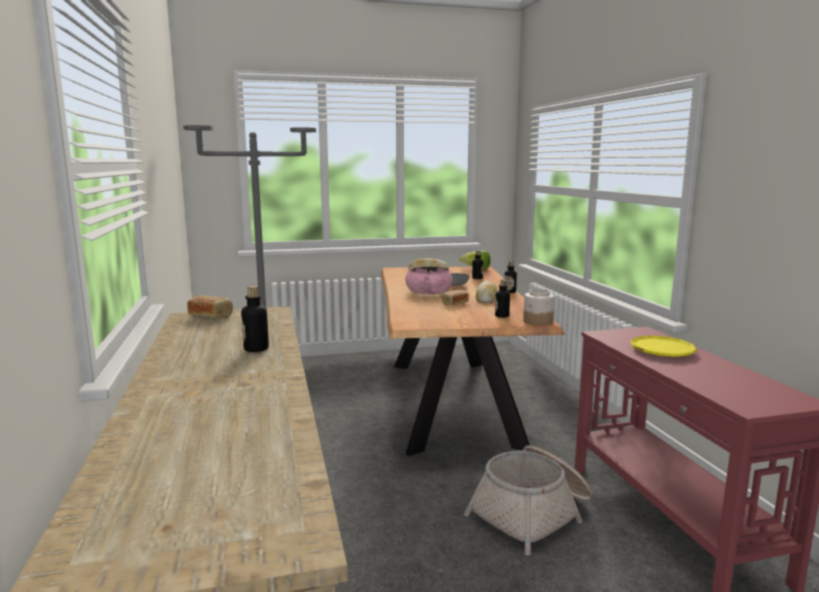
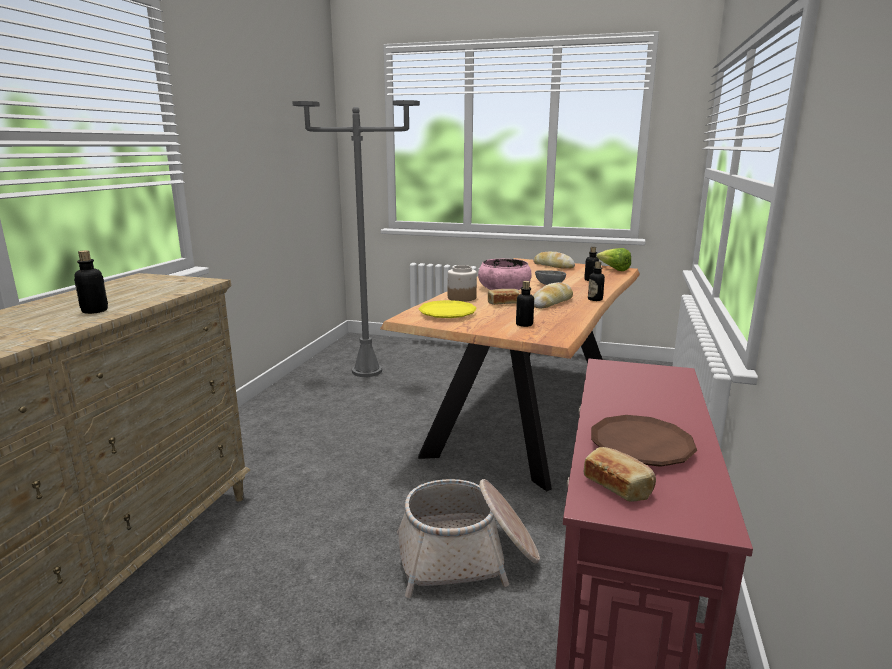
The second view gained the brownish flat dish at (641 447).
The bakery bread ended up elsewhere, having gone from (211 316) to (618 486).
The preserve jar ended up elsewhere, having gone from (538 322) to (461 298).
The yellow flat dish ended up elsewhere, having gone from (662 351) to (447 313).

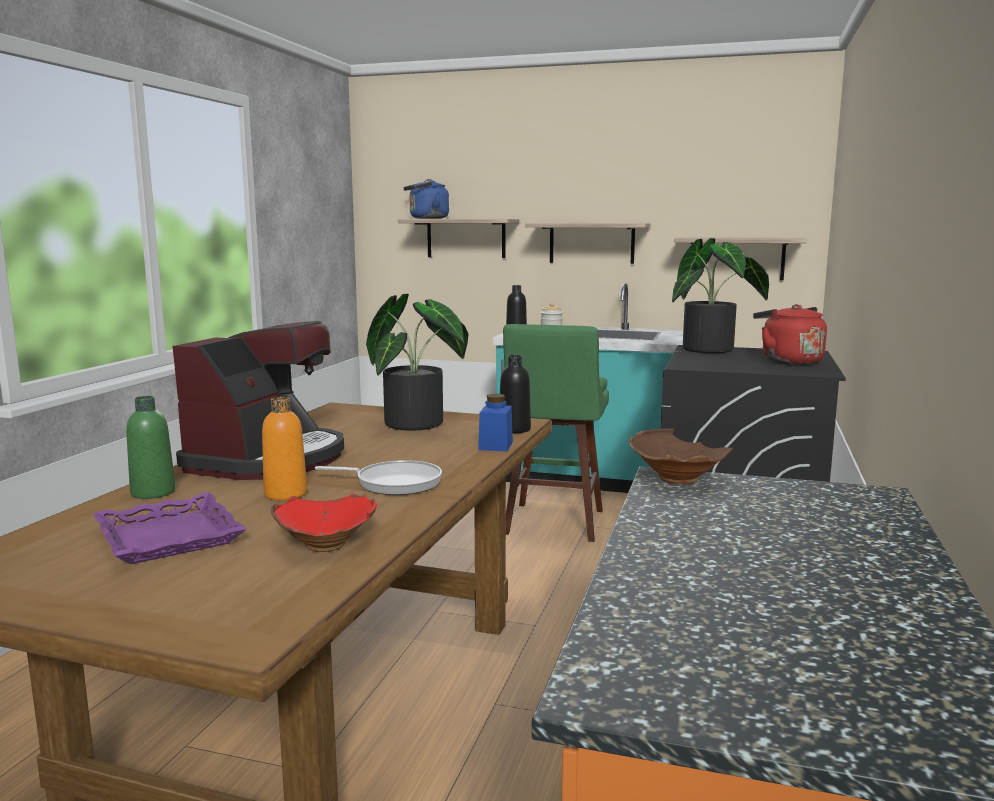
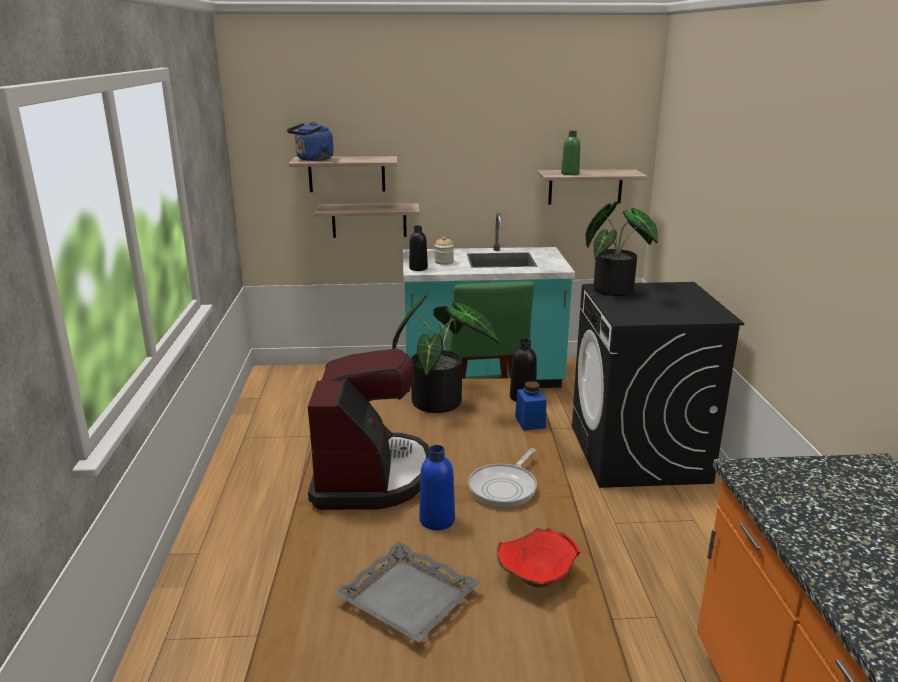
The second view lost the brownish serving bowl at (675 479).
The second view lost the reddish tea kettle at (788 361).
The green drink bottle ended up elsewhere, having gone from (153 492) to (570 174).
The bracket shelf ended up elsewhere, having gone from (591 243) to (369 220).
What was the purplish serving tray at (168 537) turned into the greyish serving tray at (407 599).
What was the orangey drink bottle at (285 494) turned into the bluish drink bottle at (437 520).
The skillet at (393 483) ended up facing another way, 135 degrees clockwise from before.

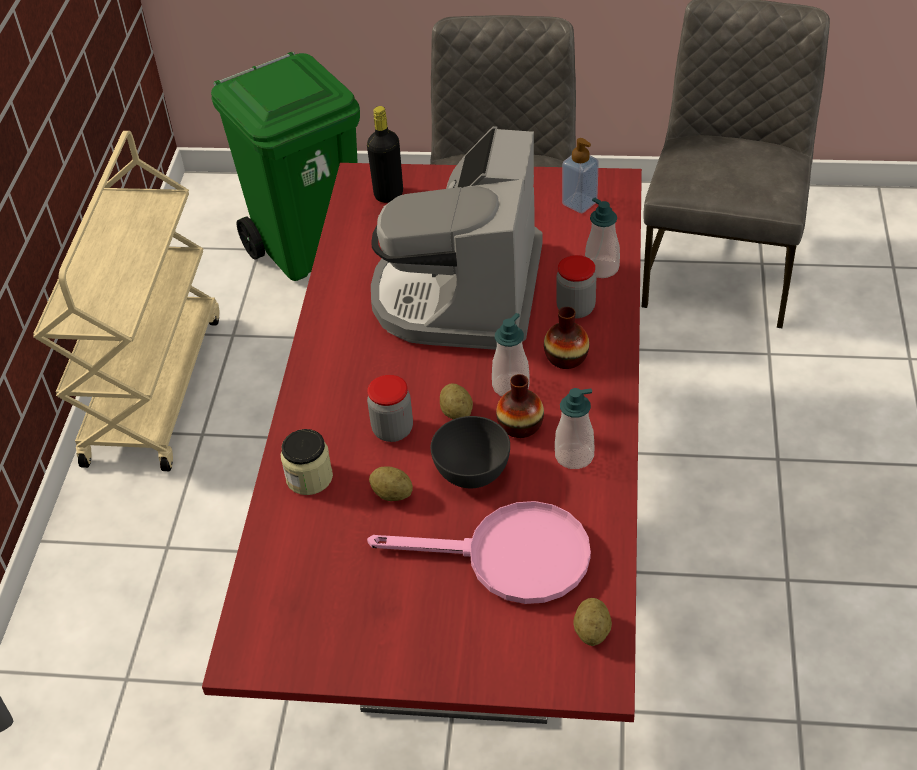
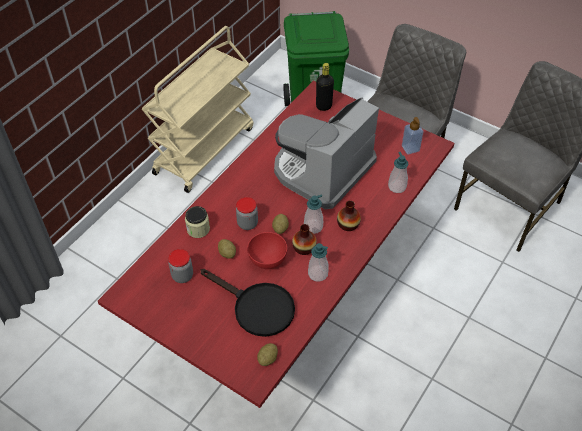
The preserve jar ended up elsewhere, having gone from (575 308) to (182 276).
What was the pink-coloured skillet at (510 557) turned into the black skillet at (256 307).
What was the greyish serving bowl at (472 473) turned into the reddish serving bowl at (268 260).

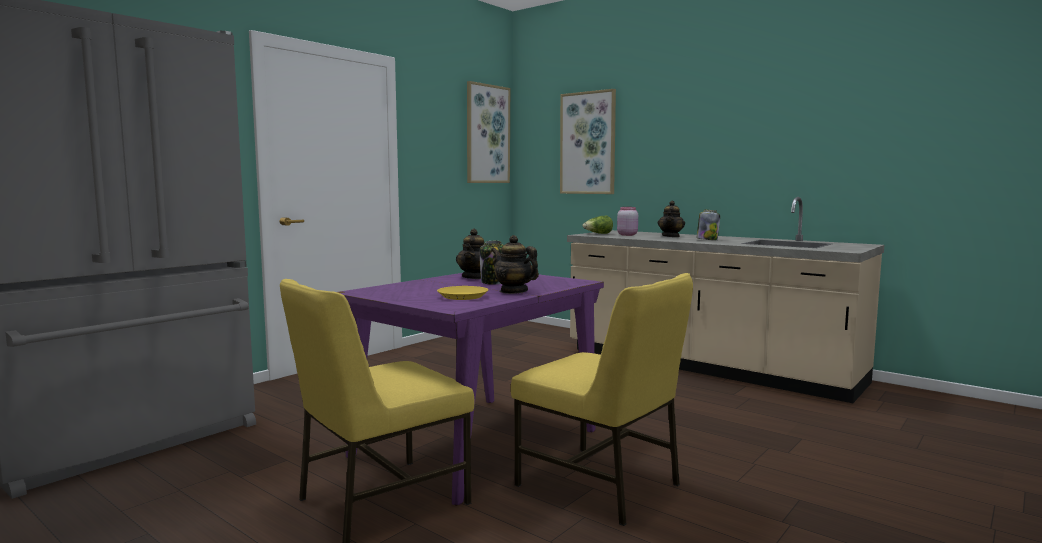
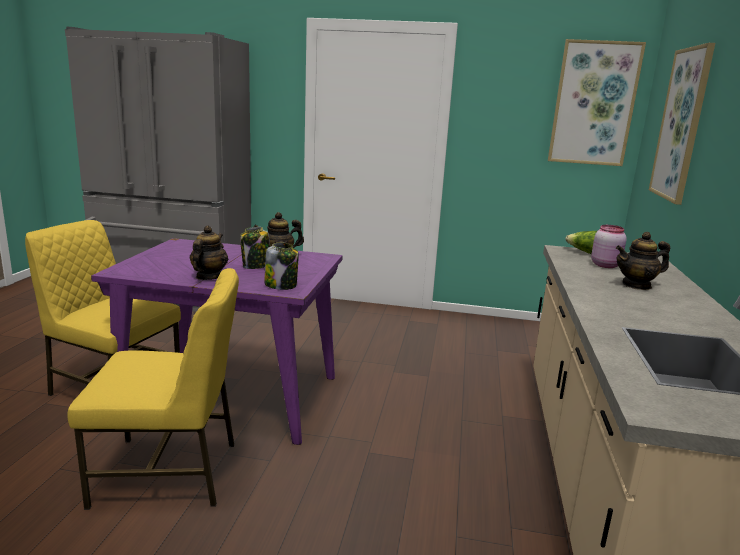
The second view lost the yellow flat dish at (463 296).
The preserve jar ended up elsewhere, having gone from (707 240) to (281 285).
The yellow chair at (601 485) ended up facing another way, 105 degrees counterclockwise from before.

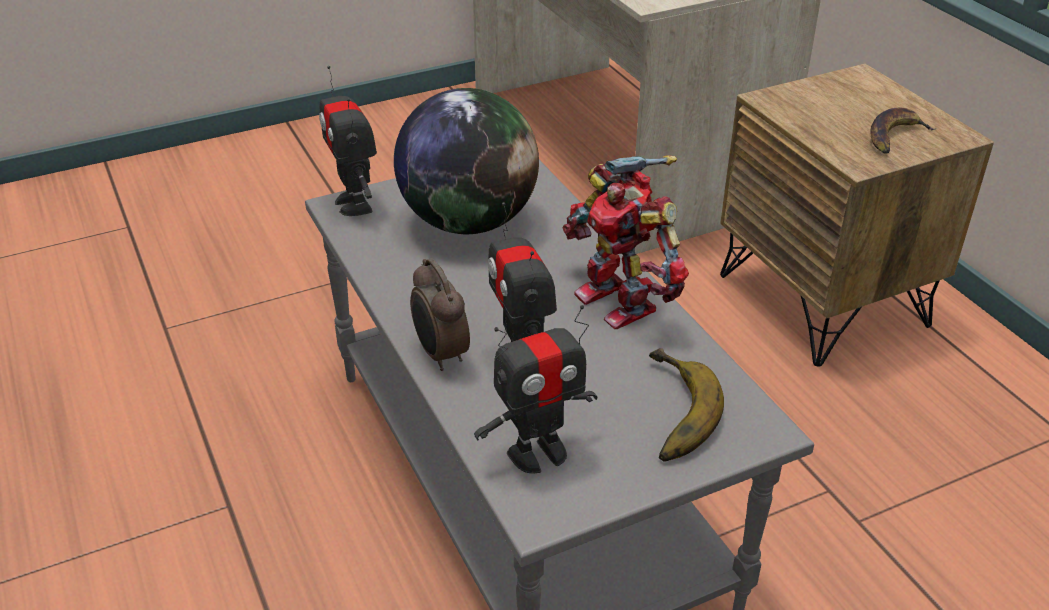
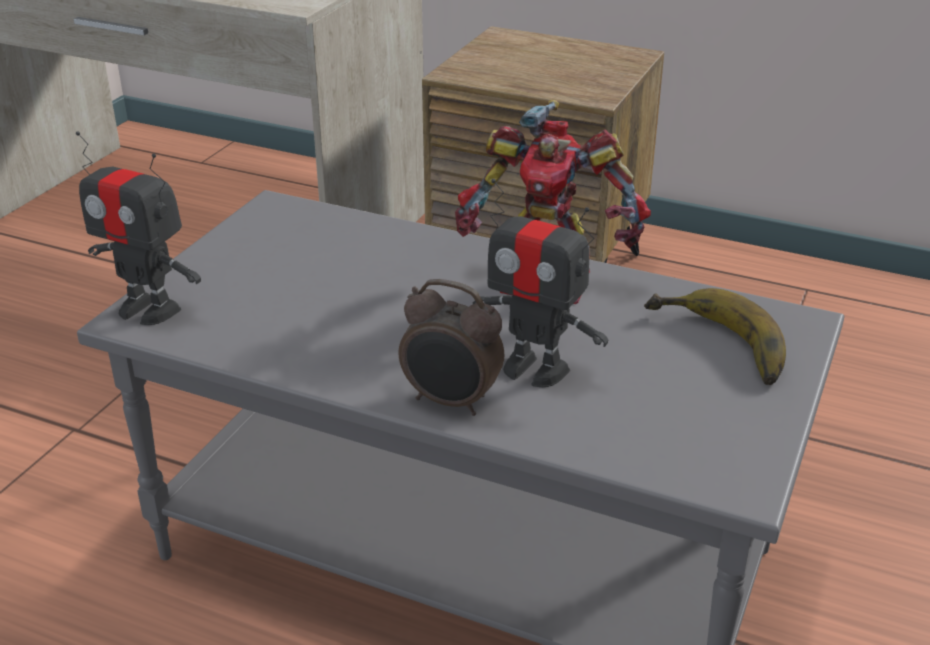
The second view lost the globe at (468 221).
The second view lost the model robot at (538 453).
The second view lost the banana fruit at (894 136).

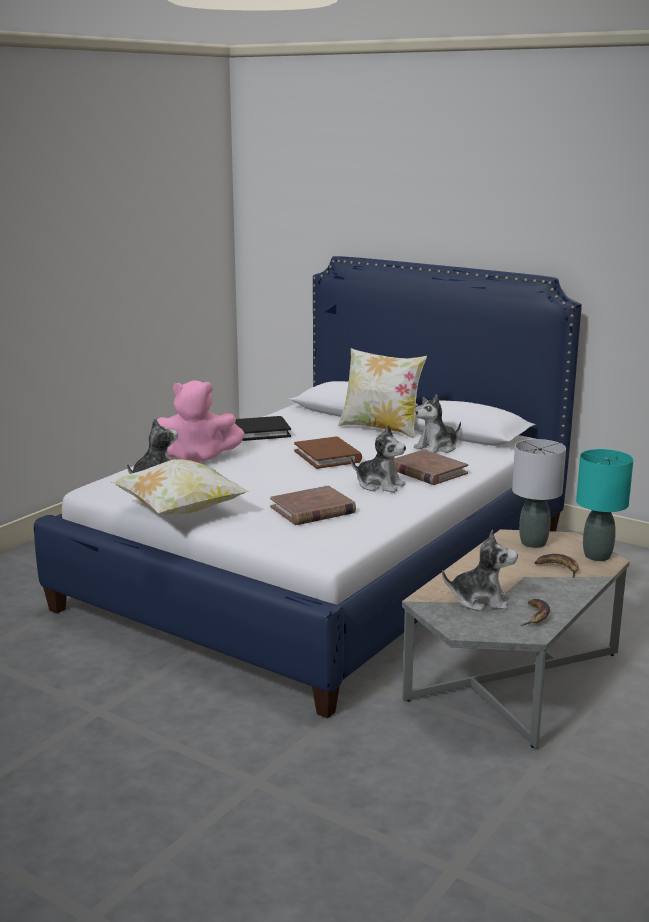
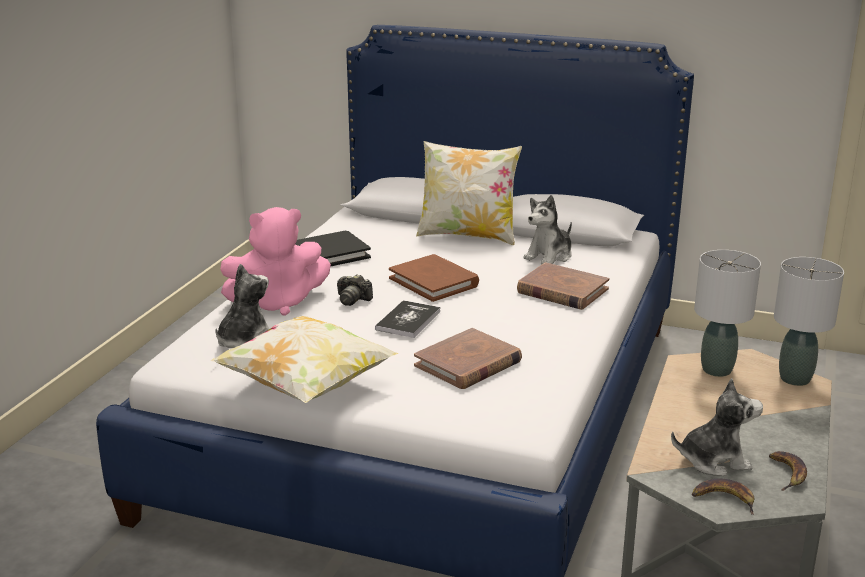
The second view lost the cuddly toy at (379 485).
The second view gained the photo camera at (352 300).
The second view gained the volume at (408 320).
The banana fruit ended up elsewhere, having gone from (558 568) to (724 499).
What was the turquoise-coloured table lamp at (597 556) turned into the greyish table lamp at (795 379).

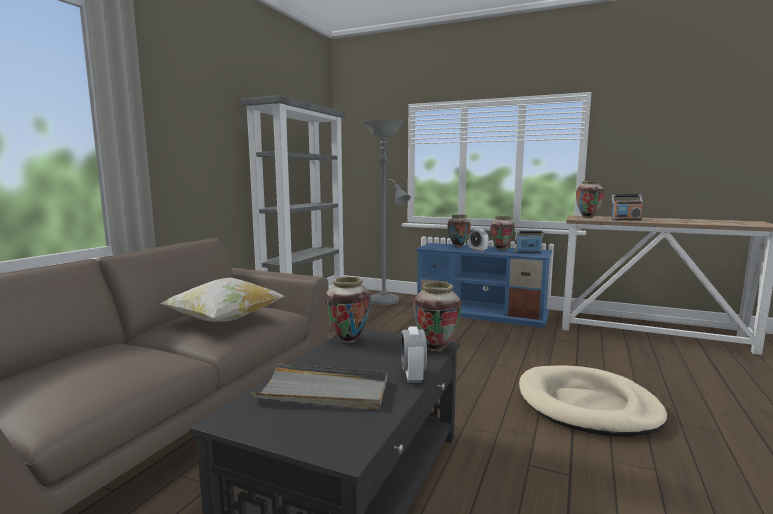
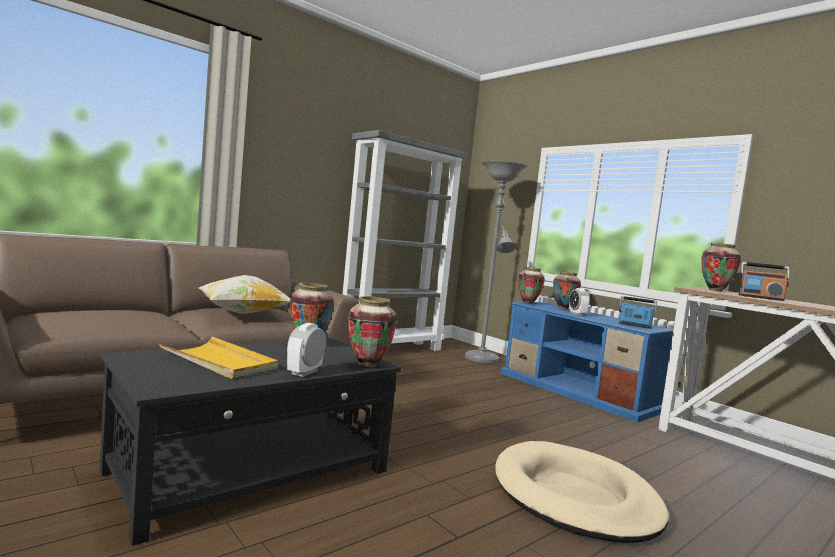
The vase ended up elsewhere, having gone from (501 249) to (528 303).
What was the greyish serving tray at (323 391) turned into the yellow serving tray at (219 361).

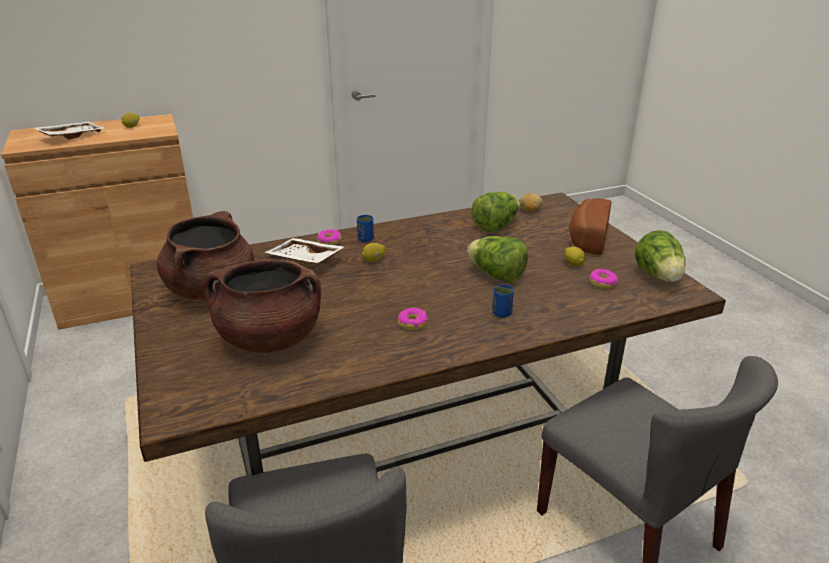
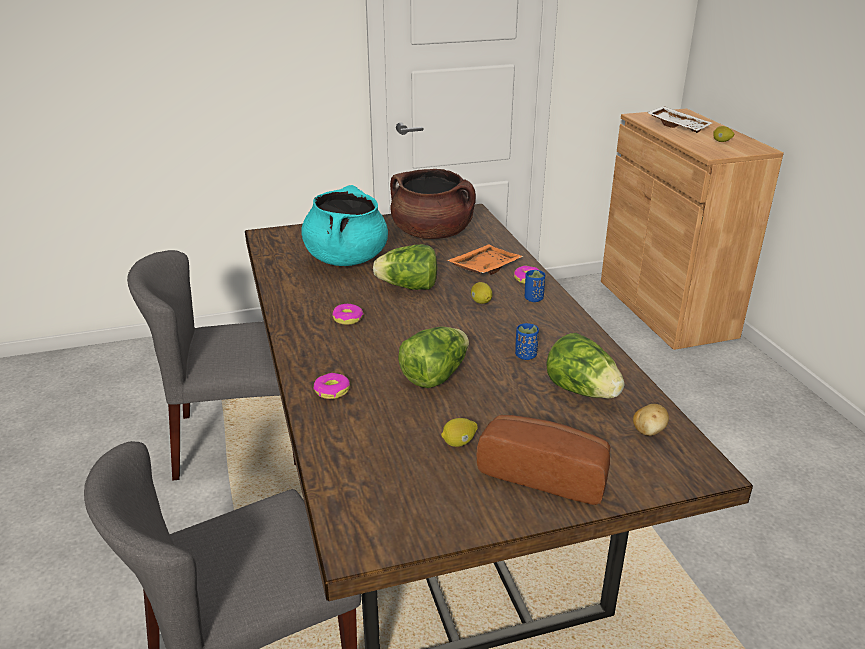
The bluish drinking cup ended up elsewhere, having gone from (501 313) to (525 355).
The doughnut ended up elsewhere, having gone from (603 283) to (332 391).
The head of lettuce ended up elsewhere, having gone from (658 276) to (408 287).
What was the brownish cooking pot at (269 339) turned into the turquoise-coloured cooking pot at (346 258).
What was the whitish serving tray at (304 260) turned into the orangey serving tray at (484 268).

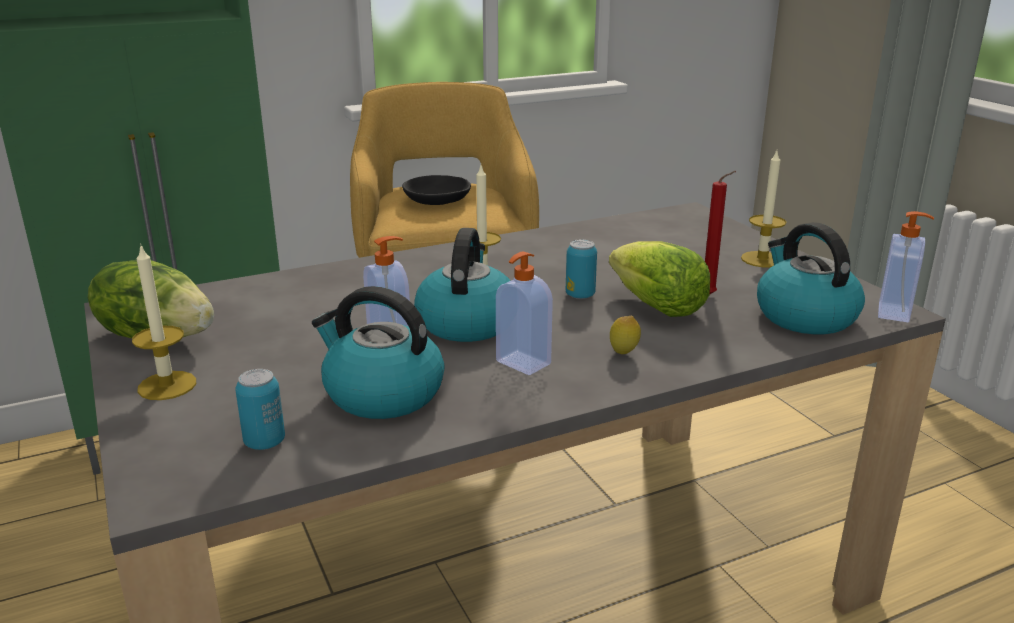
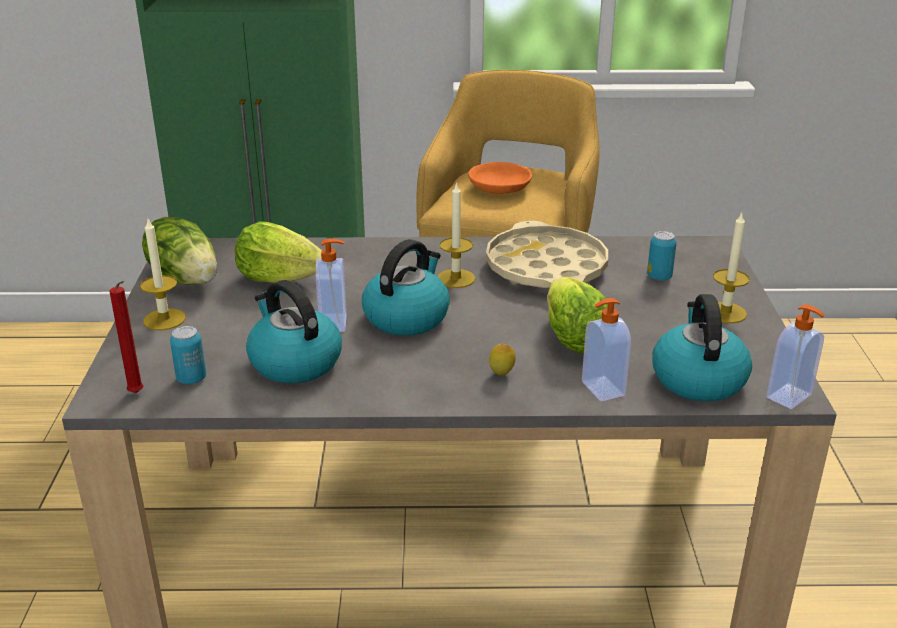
The second view gained the head of lettuce at (279 278).
The second view gained the beige-coloured serving tray at (546 268).
The soap dispenser ended up elsewhere, having gone from (522 363) to (601 389).
The can ended up elsewhere, having gone from (580 295) to (659 277).
The reddish wax candle ended up elsewhere, having gone from (710 295) to (137 394).
What was the black serving bowl at (438 200) turned into the orangey serving bowl at (500 188).

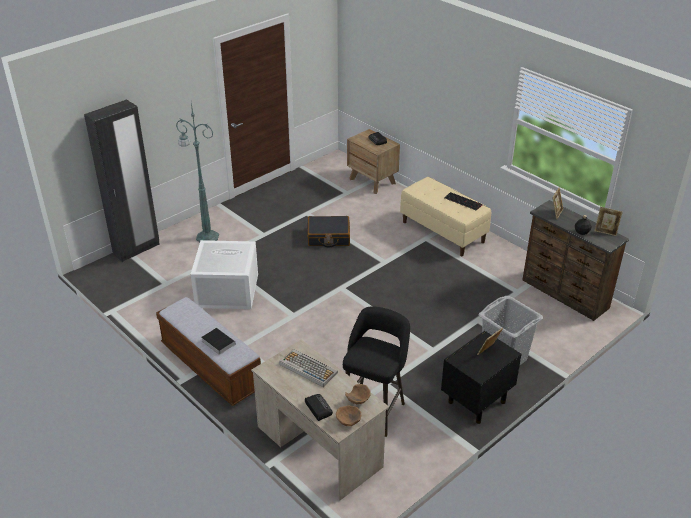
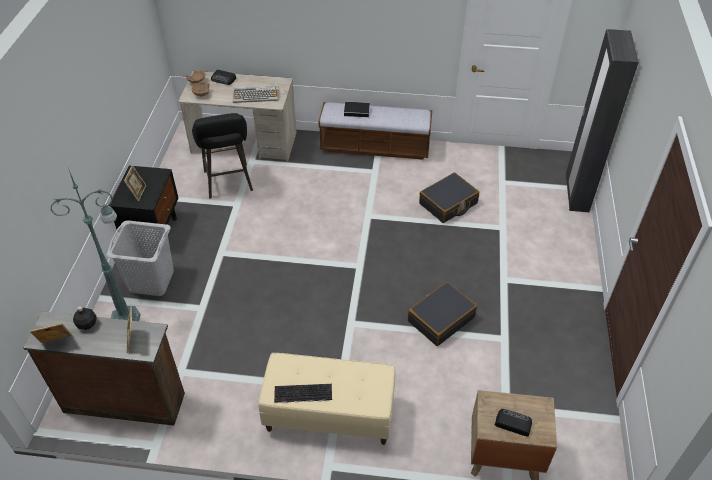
The green standard lamp ended up elsewhere, having gone from (206 237) to (127 318).
Where the whitish storage bin stood at (226 291), the black piece of luggage came to stand at (448 204).

